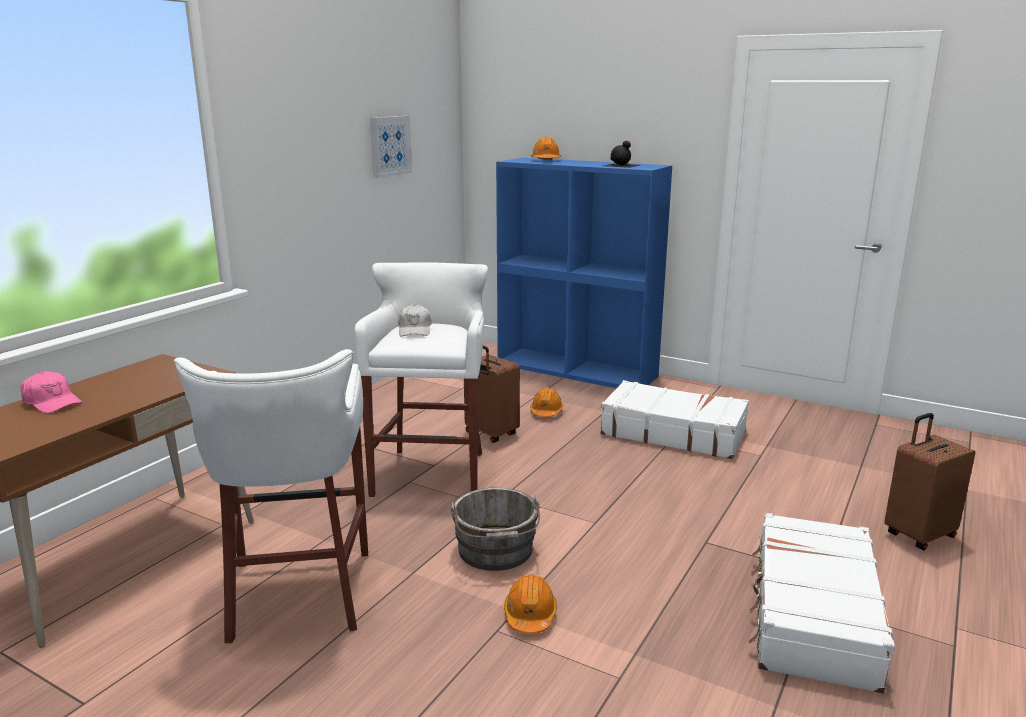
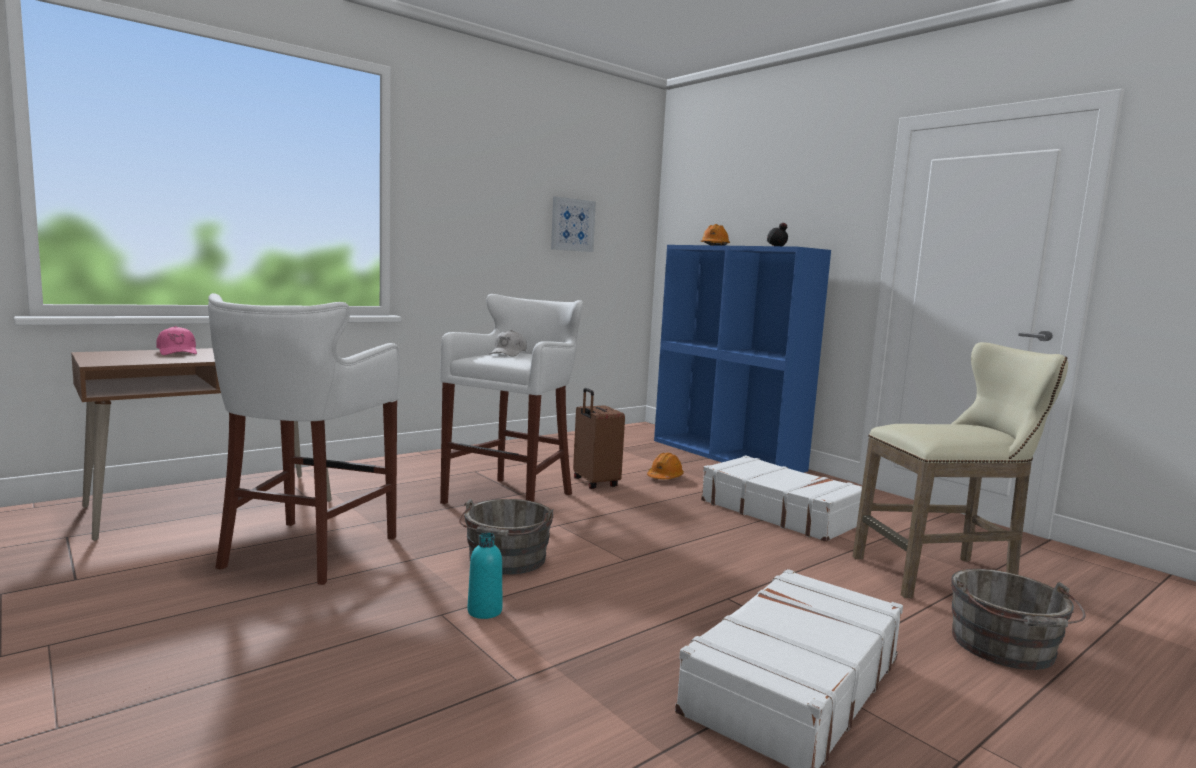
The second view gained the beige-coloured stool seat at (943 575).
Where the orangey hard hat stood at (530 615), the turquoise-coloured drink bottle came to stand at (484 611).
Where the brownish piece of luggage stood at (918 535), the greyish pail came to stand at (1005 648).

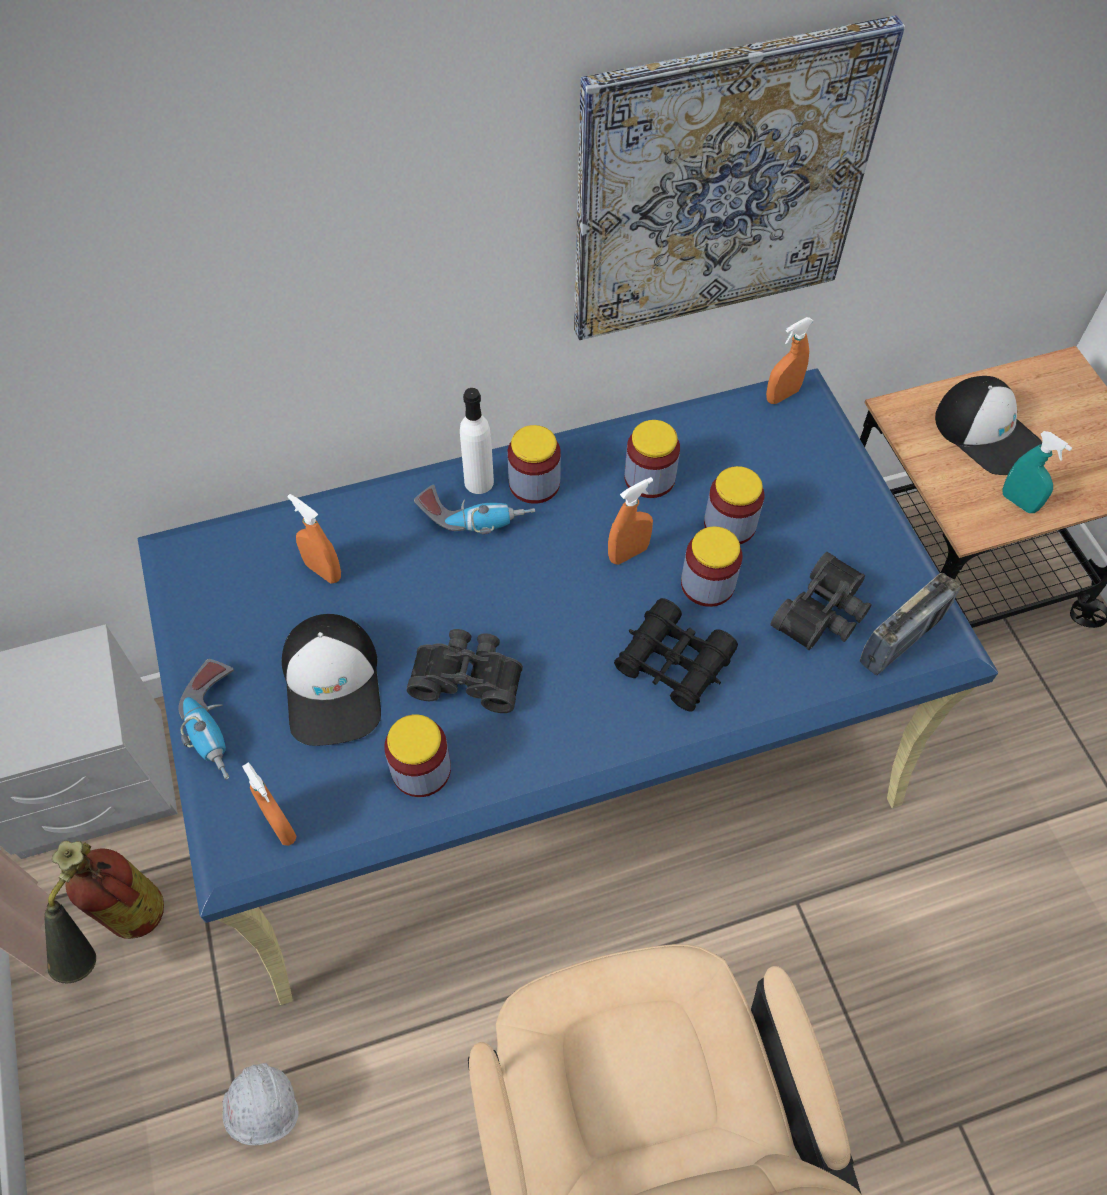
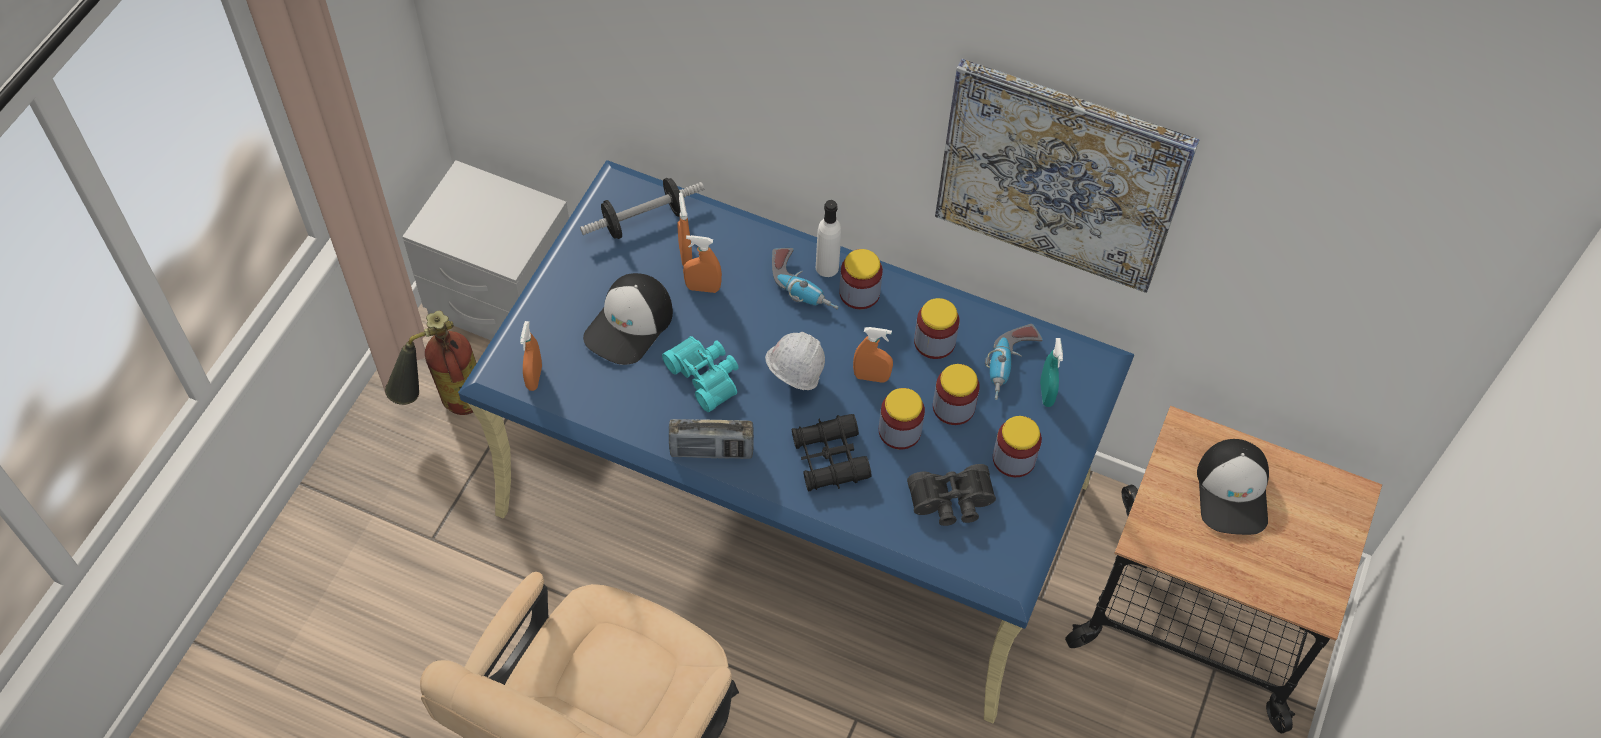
The second view gained the hand weight at (643 220).
The power drill ended up elsewhere, having gone from (219 725) to (1011 367).
The whitish hard hat ended up elsewhere, having gone from (265 1112) to (792 380).
The preserve jar ended up elsewhere, having gone from (421 769) to (1014 458).
The orangey hand sprayer ended up elsewhere, having gone from (782 395) to (703 288).
The radio receiver ended up elsewhere, having gone from (901 640) to (711 451).
The turquoise-coloured hand sprayer ended up elsewhere, having gone from (1018 502) to (1046 393).
What was the black field glasses at (468 676) turned into the turquoise-coloured field glasses at (706 375).

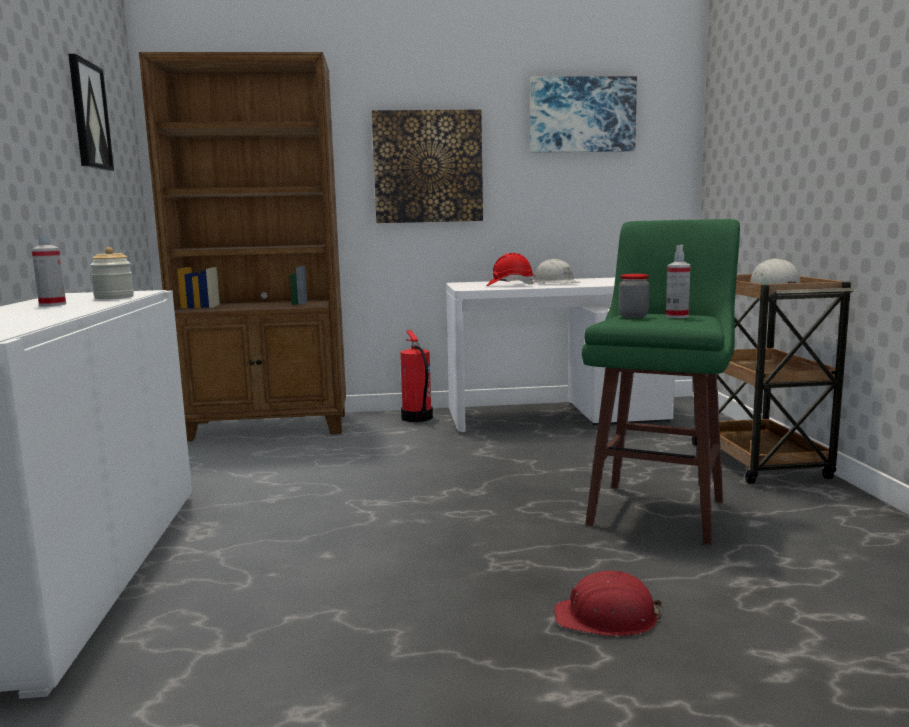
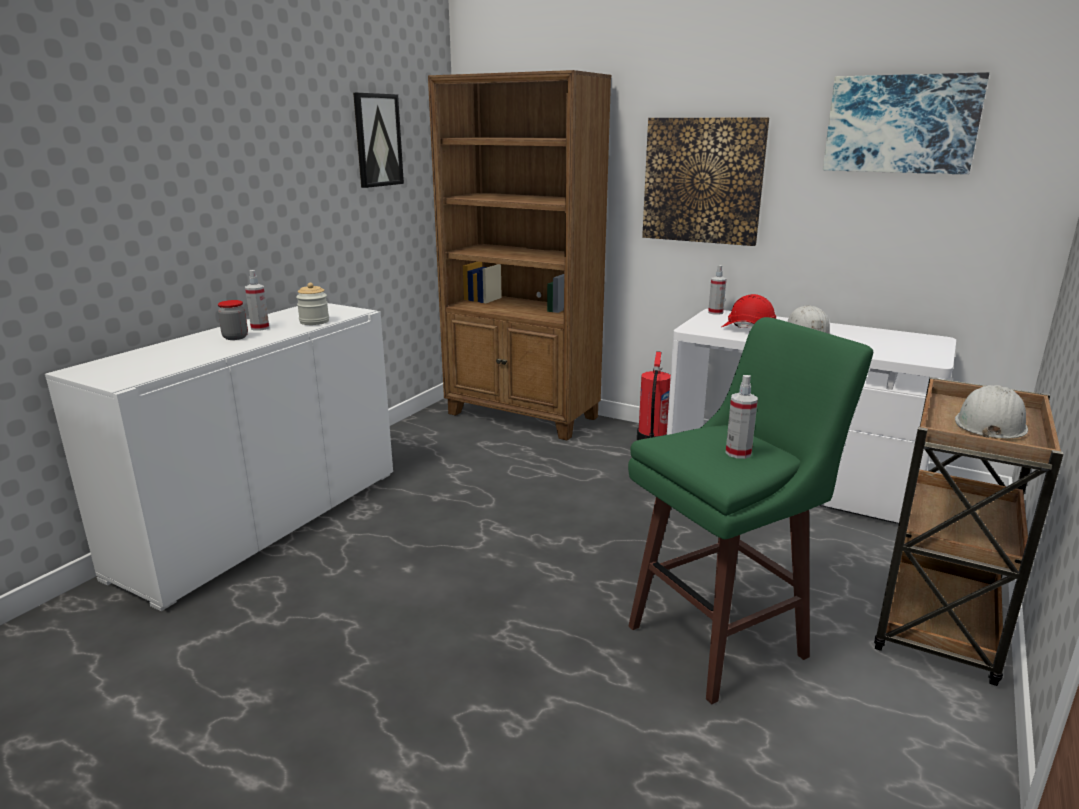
The second view lost the reddish hard hat at (607 618).
The second view gained the hand sprayer at (715 312).
The preserve jar ended up elsewhere, having gone from (633 316) to (235 337).

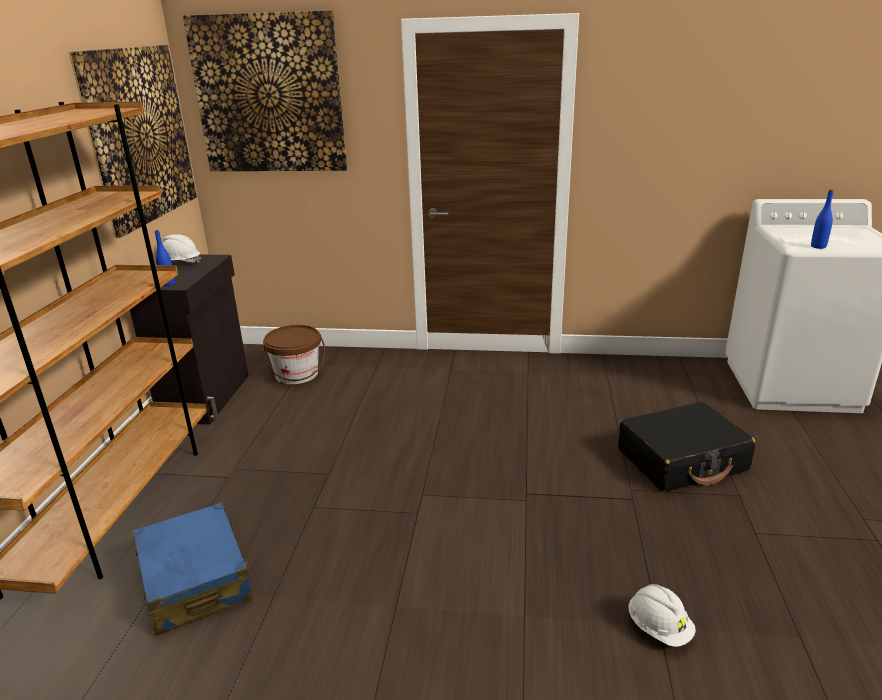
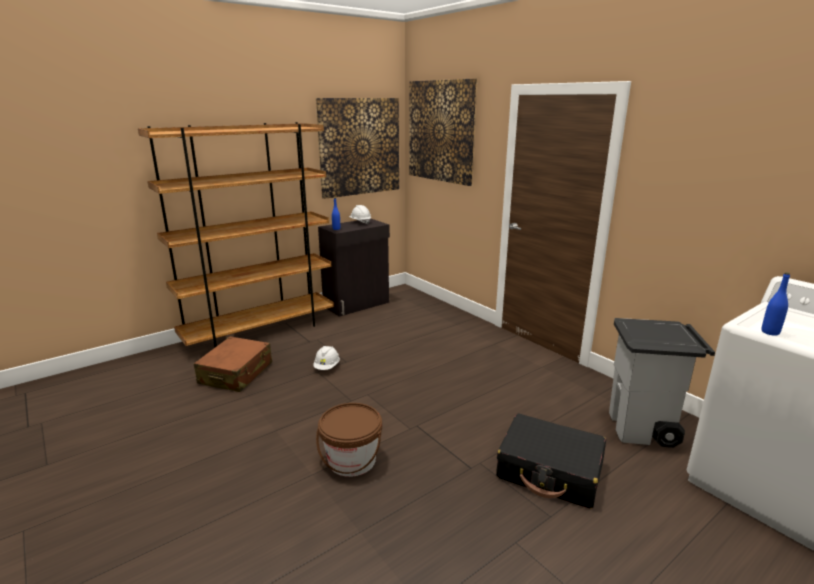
The second view gained the greyish waste bin at (642 429).
The brownish pail ended up elsewhere, having gone from (297 374) to (352 460).
The whitish hard hat ended up elsewhere, having gone from (659 628) to (327 367).
What was the bluish piece of luggage at (196 581) turned into the brownish piece of luggage at (236 373).

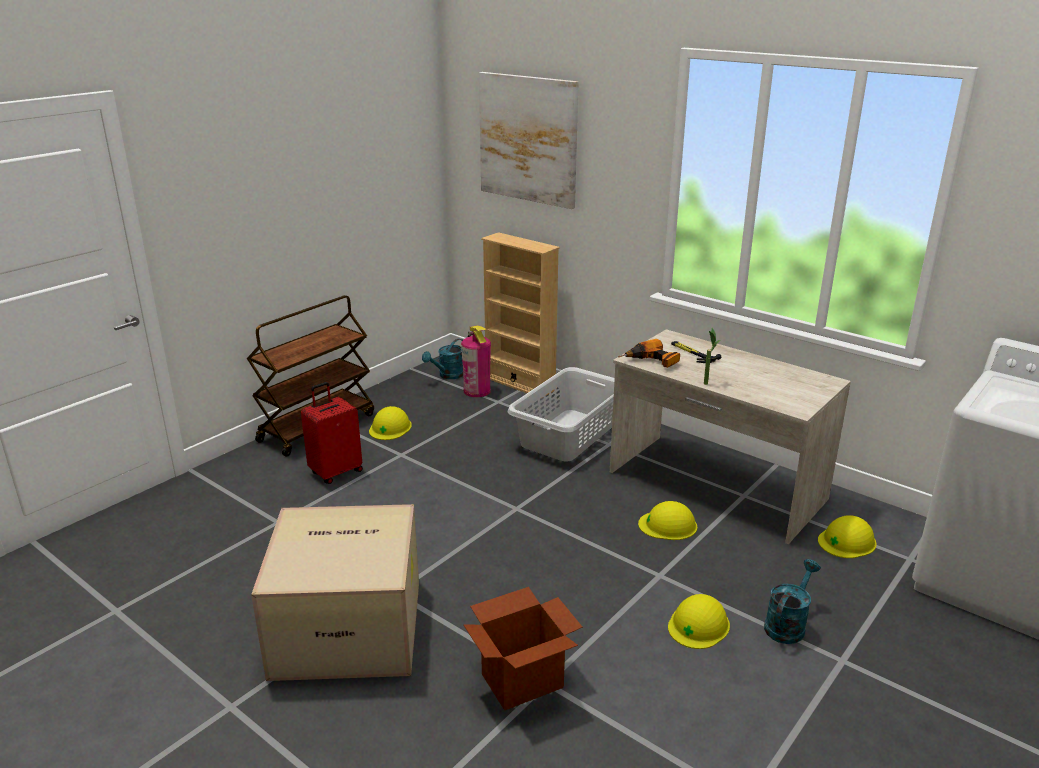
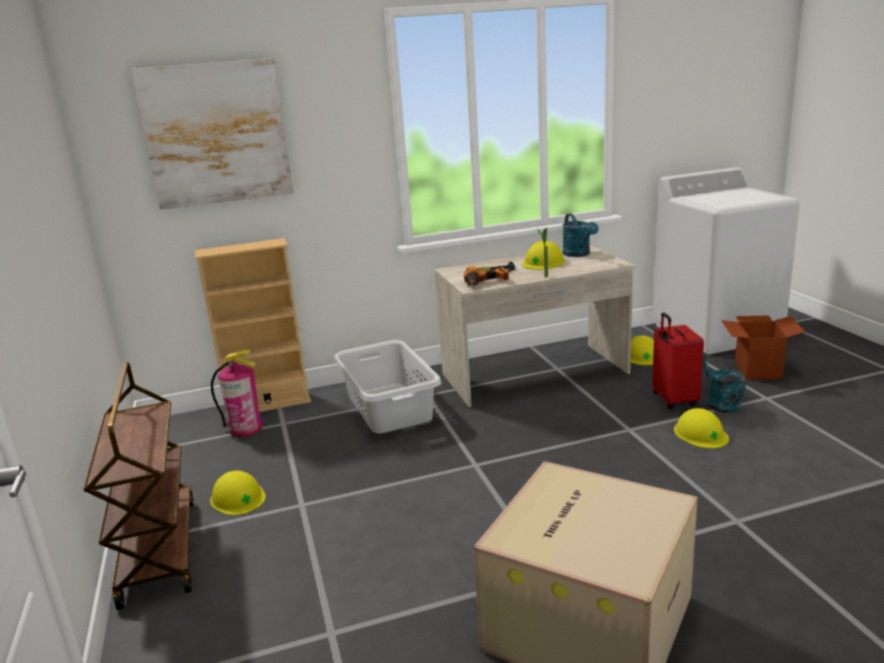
The reddish piece of luggage ended up elsewhere, having gone from (335 472) to (673 400).
The turquoise-coloured watering pot ended up elsewhere, having gone from (448 375) to (579 254).
The cardboard box ended up elsewhere, having gone from (522 681) to (757 370).
The yellow hard hat ended up elsewhere, having gone from (668 525) to (543 262).

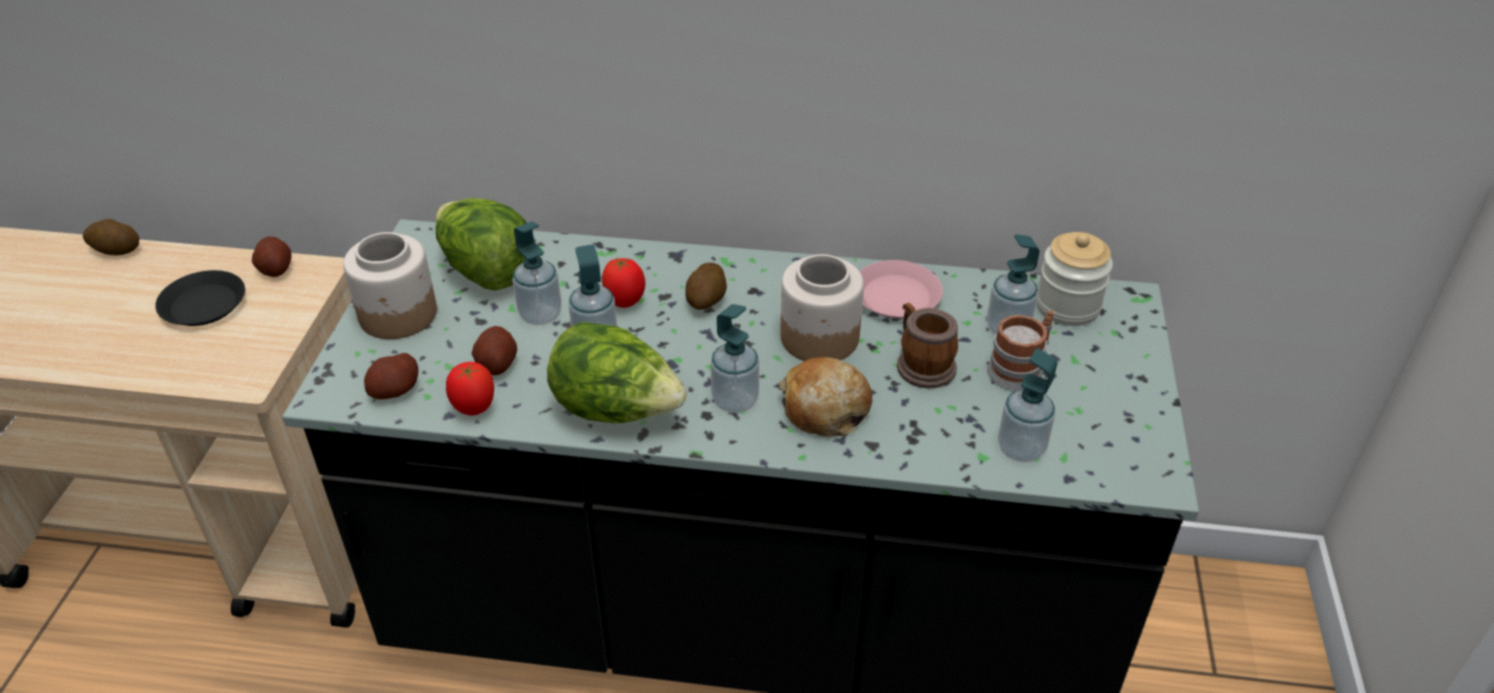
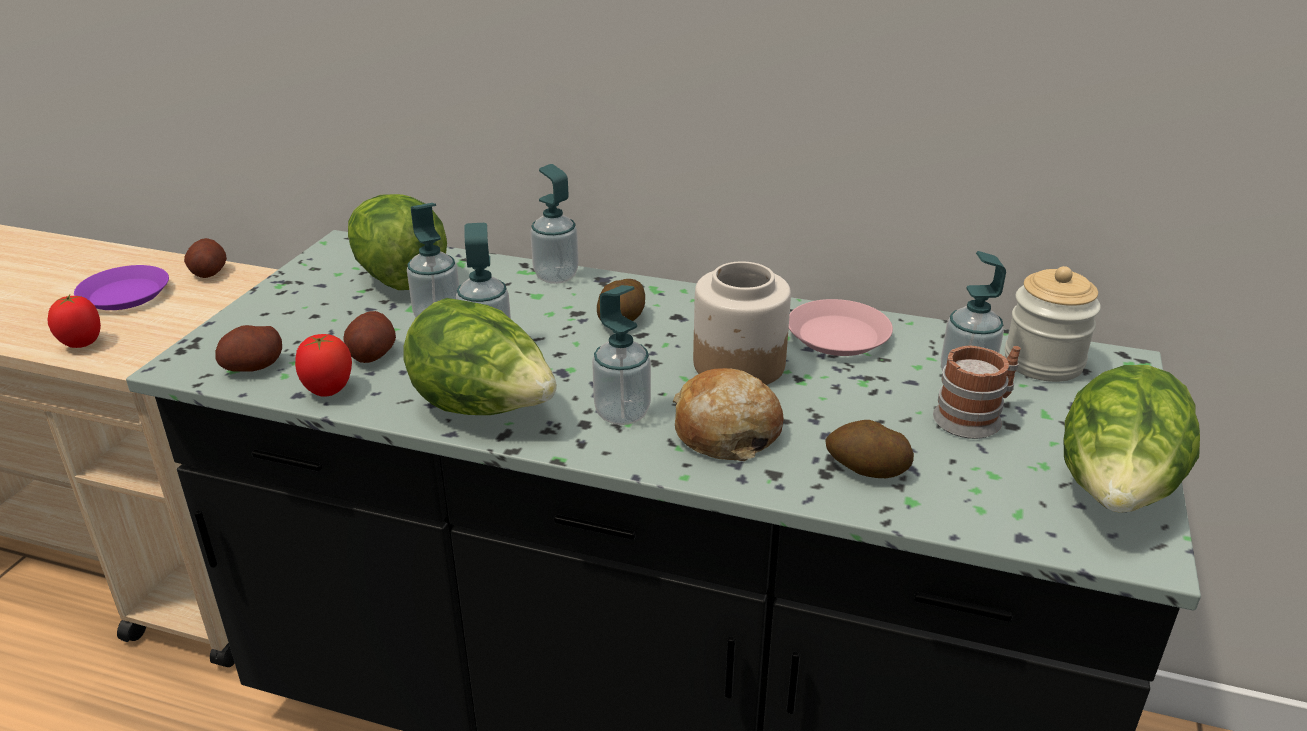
The second view lost the preserve jar at (398 315).
The second view lost the mug at (921 364).
The second view gained the head of lettuce at (1115 494).
The whole potato ended up elsewhere, having gone from (116 250) to (866 470).
The tomato ended up elsewhere, having gone from (625 302) to (82 344).
The soap dispenser ended up elsewhere, having gone from (1020 449) to (556 276).
What was the black flat dish at (203 305) turned into the purplish flat dish at (125 294).

